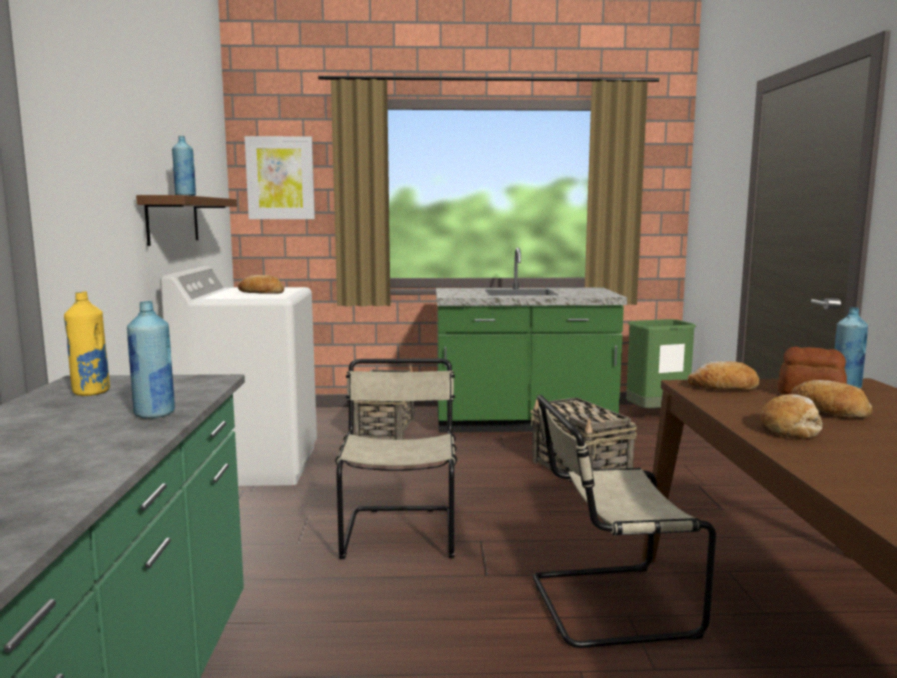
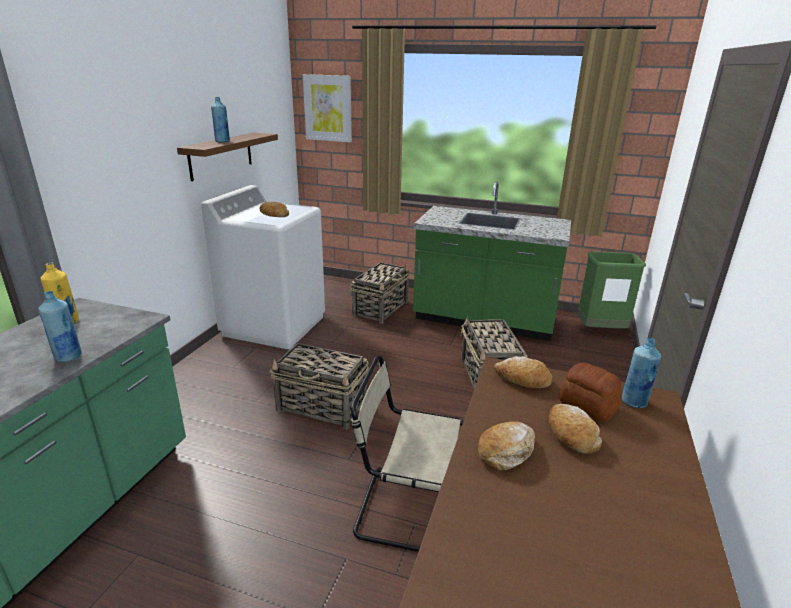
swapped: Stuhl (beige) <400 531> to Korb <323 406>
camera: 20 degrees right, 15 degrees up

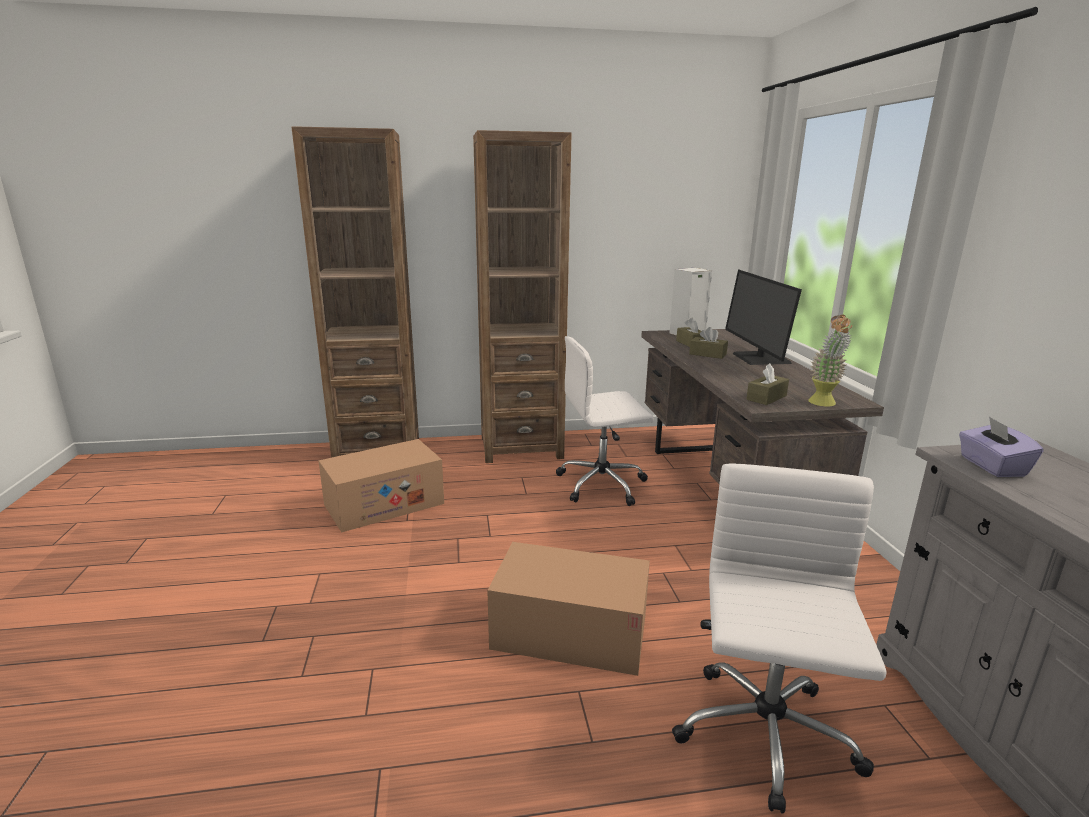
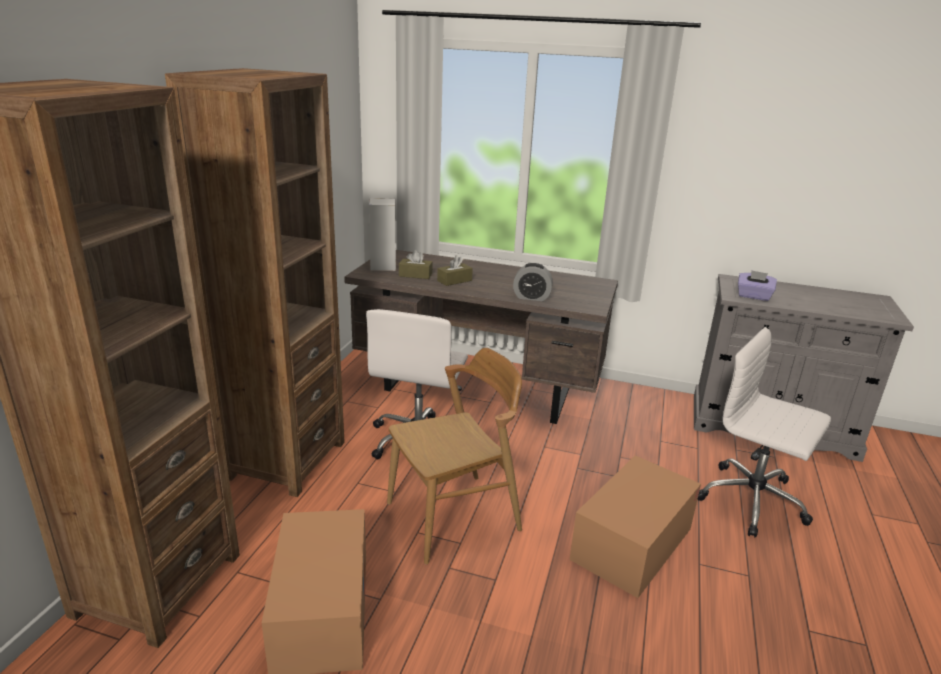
gone: Monitor <759 358>; Topfpflanze <823 404>; Taschentuchbox (braun) <766 398>
new: Wecker <531 297>; Stuhl (braun) <454 517>
camera: 65 degrees left, 5 degrees up

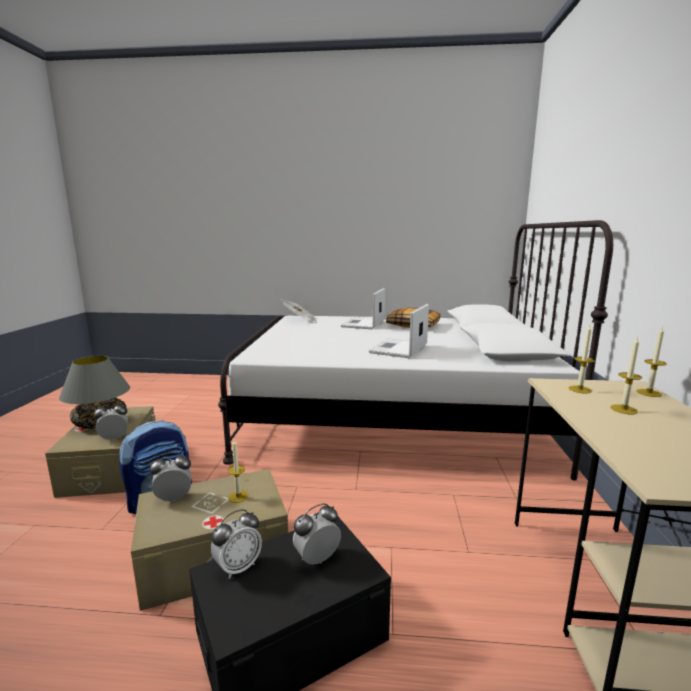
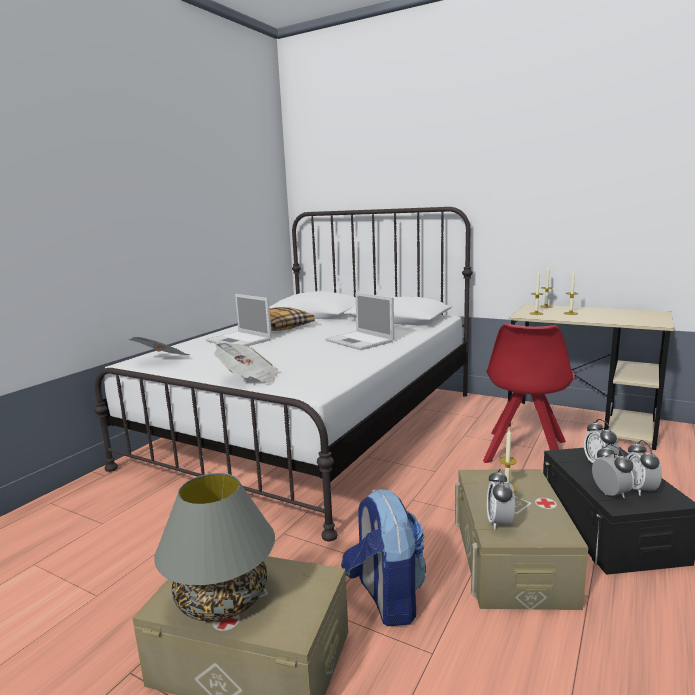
new: Stuhl (rot) <525 453>; Zeitung <249 378>
shifted: Wecker <114 438> to <640 489>
camera: 65 degrees left, 0 degrees up

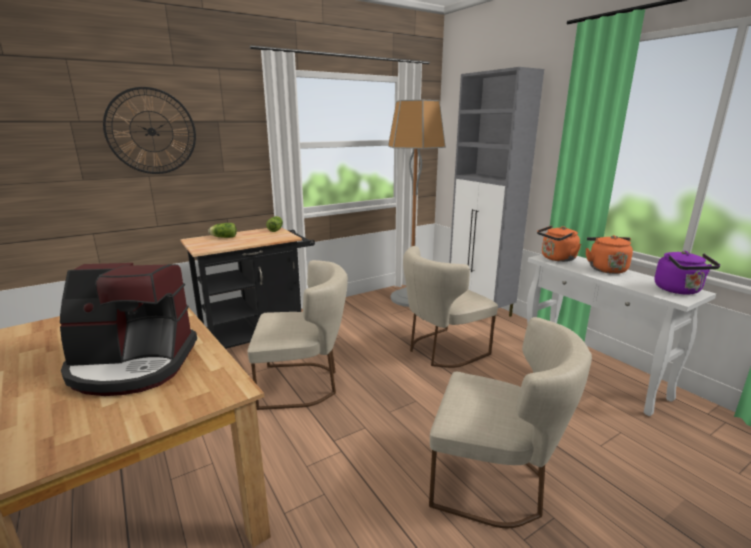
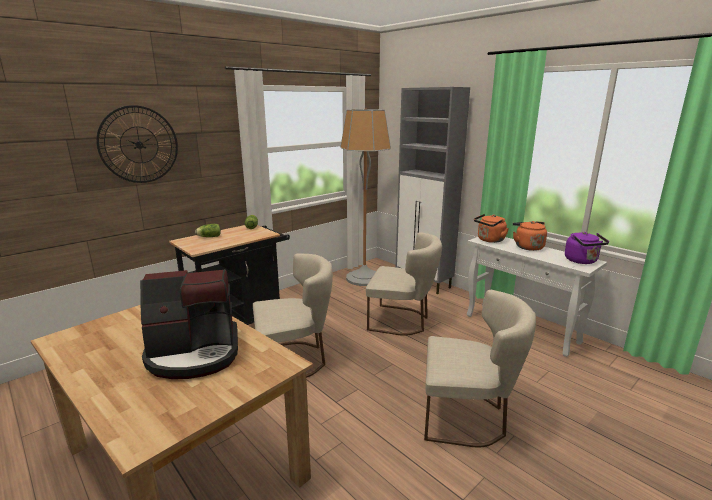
rotated: Stuhl (beige) <442 350> = <402 321> 120 degrees counterclockwise
camera: 10 degrees left, 0 degrees up

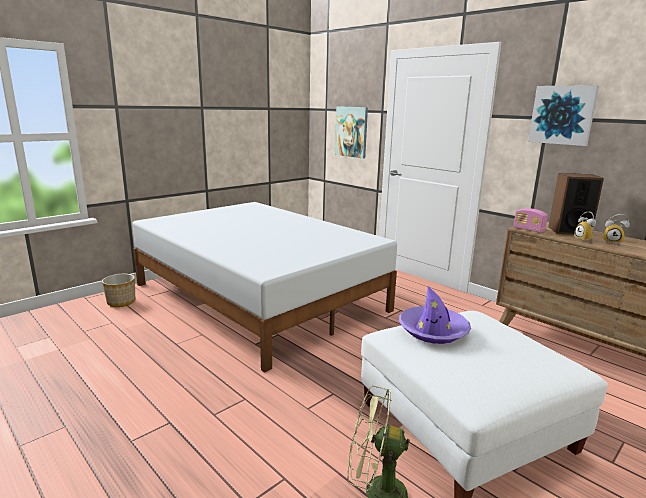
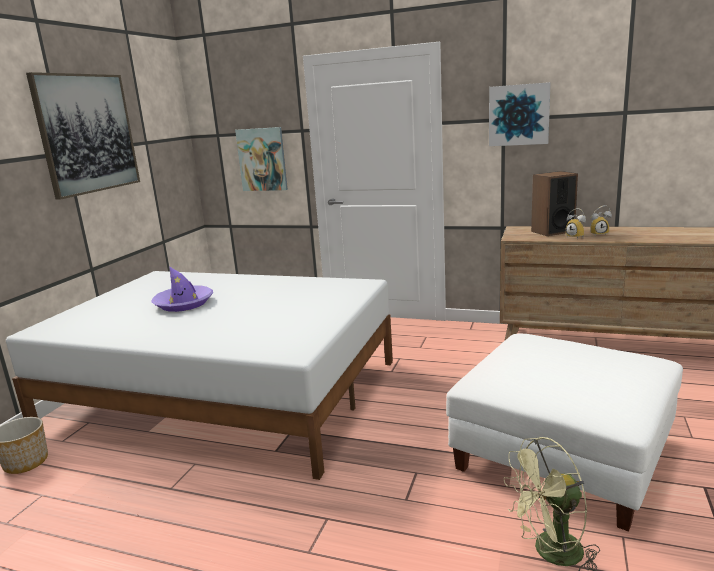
gone: Radio <528 230>
new: Bild <87 133>
shifted: Hut (lila) <433 331> to <184 303>
camera: 25 degrees left, 0 degrees up

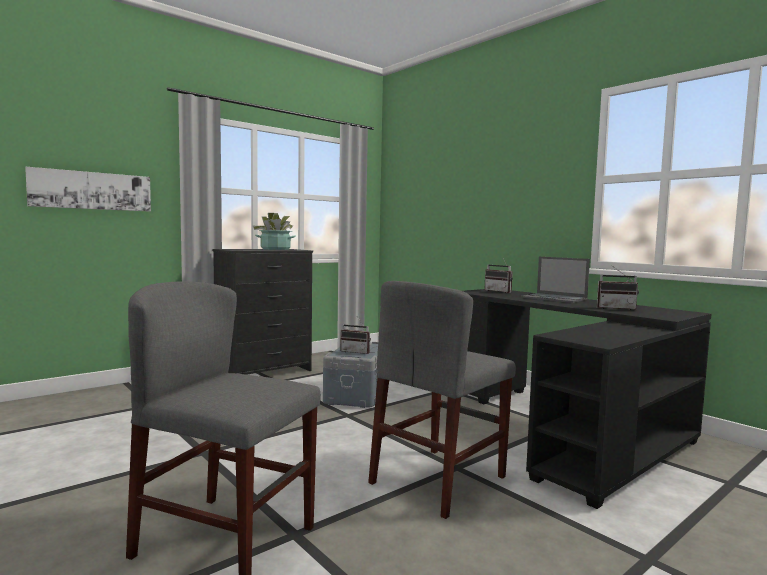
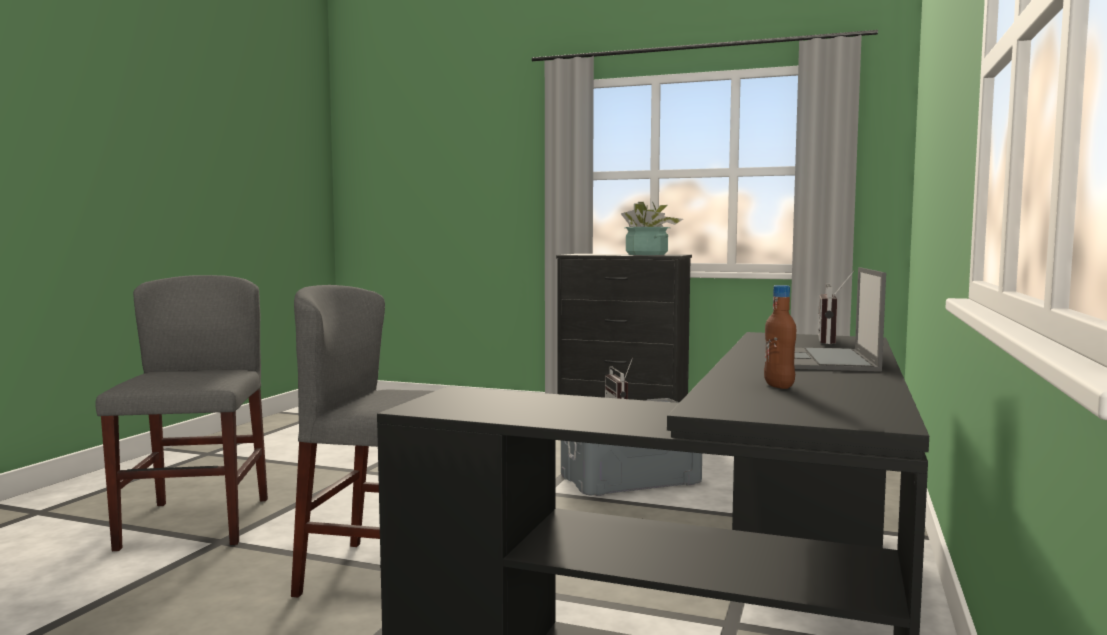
gone: Bild <91 190>
swapped: Radio <615 308> to Flasche (braun) <779 386>
camera: 60 degrees right, 0 degrees up

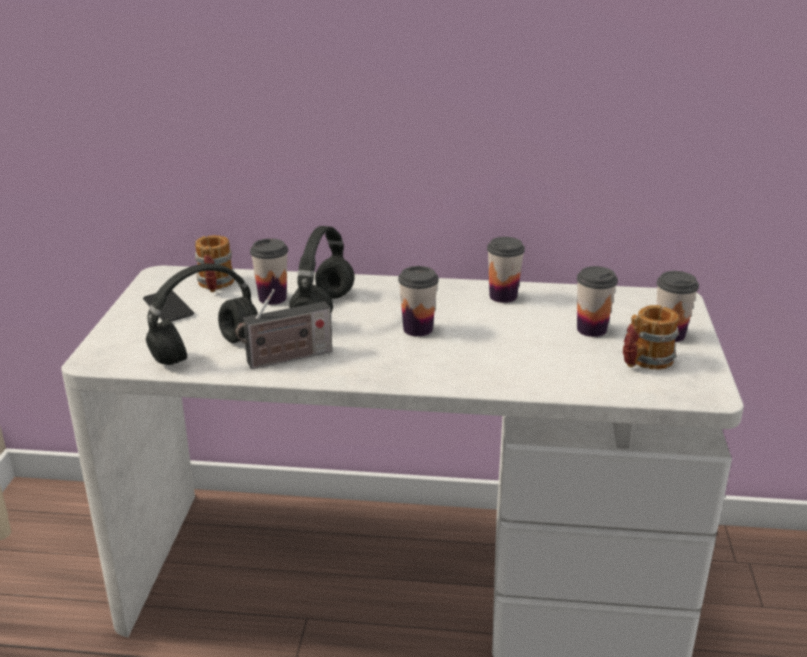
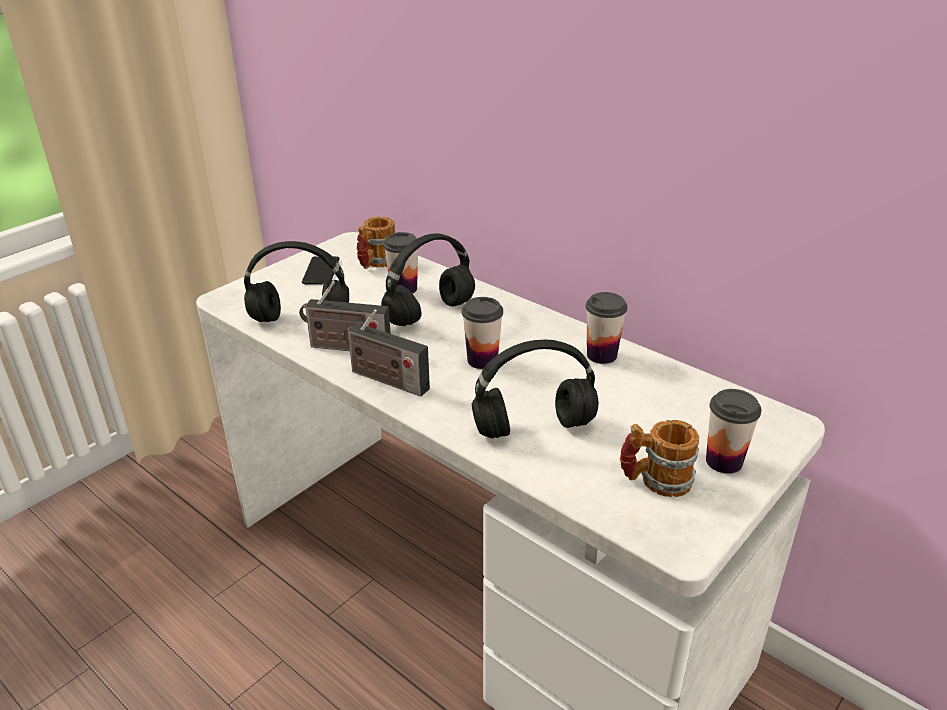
gone: Tasse <591 329>
new: Radio <385 379>; Kopfhörer (schwarz) <535 427>
camera: 35 degrees right, 5 degrees up

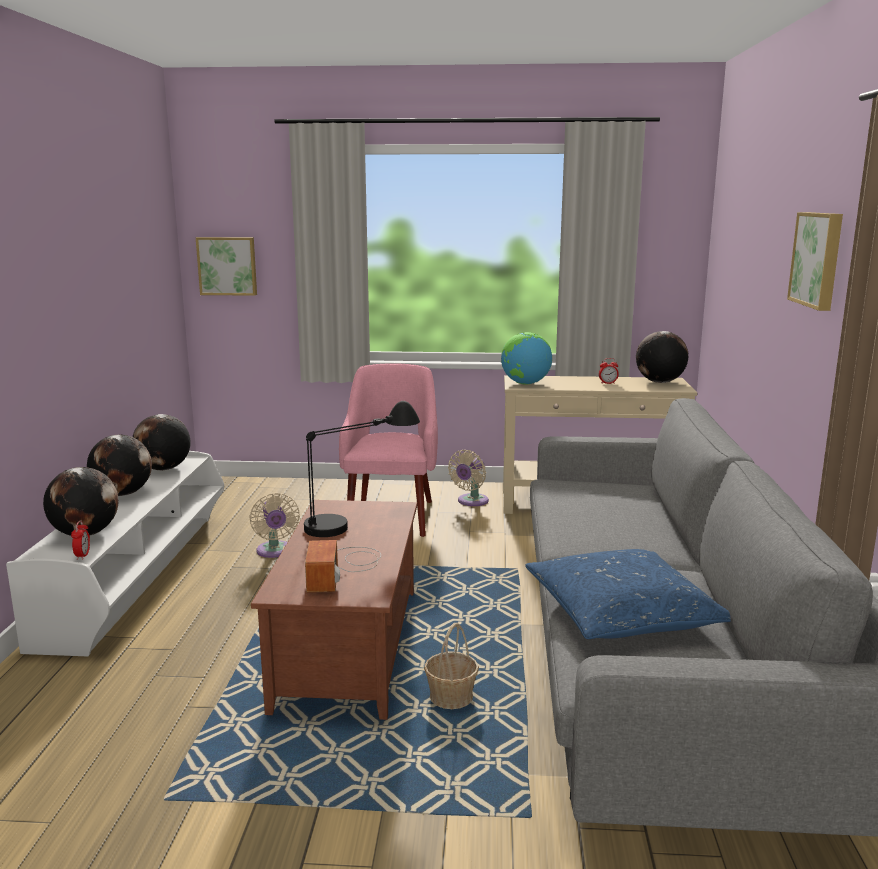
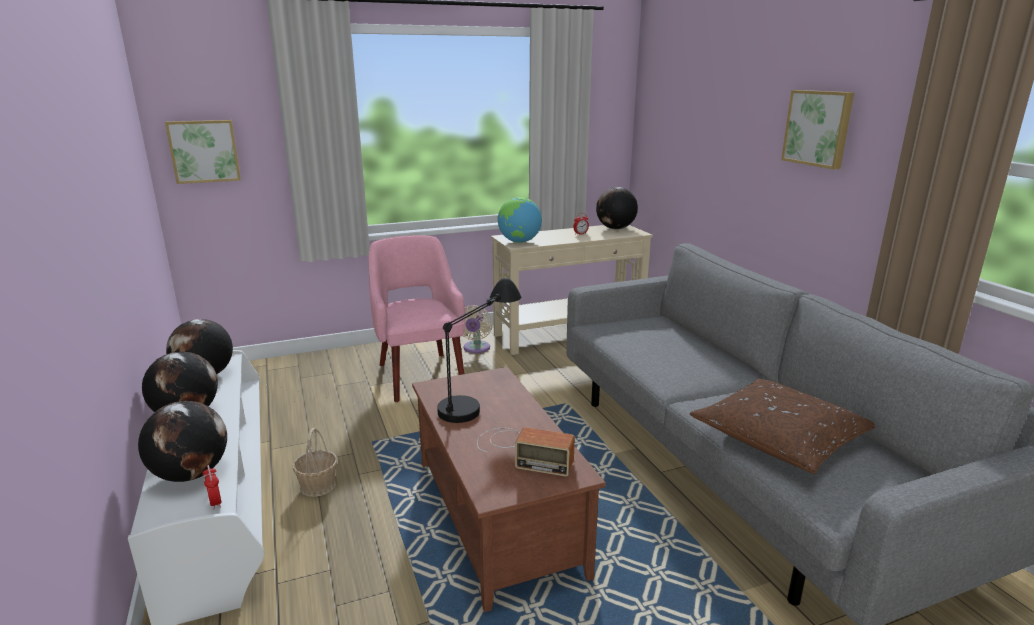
gone: Ventilator (beige) <275 552>
shifted: Korb <450 697> to <317 486>
repainted: Kissen (blau) <622 613> to Kissen (braun) <779 437>
rotated: Radio <344 568> = <522 450> 45 degrees counterclockwise
camera: 25 degrees left, 5 degrees up

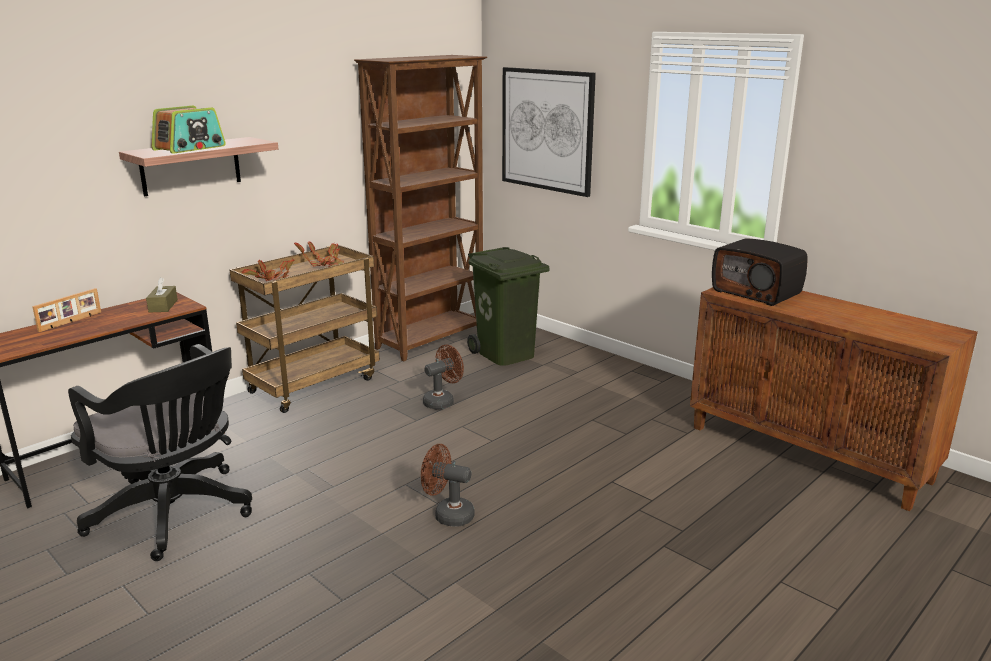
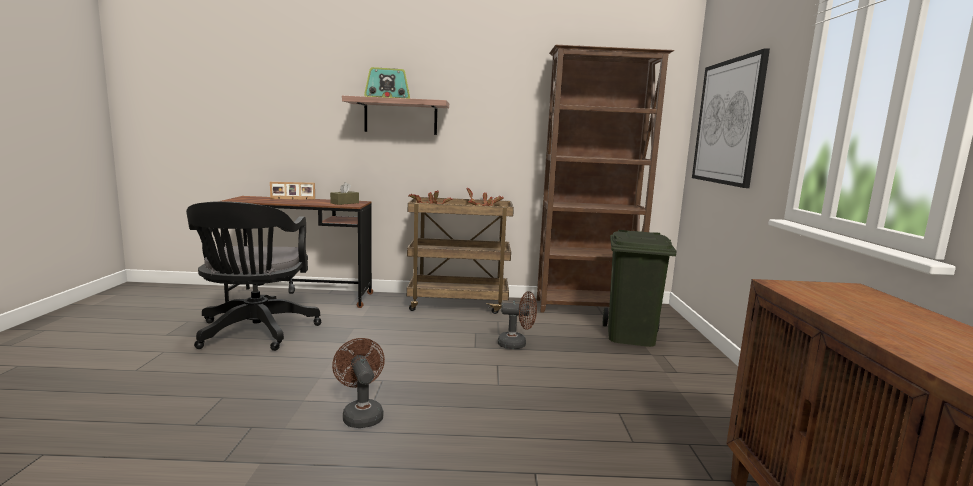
gone: Radio <757 292>
camera: 45 degrees right, 10 degrees down

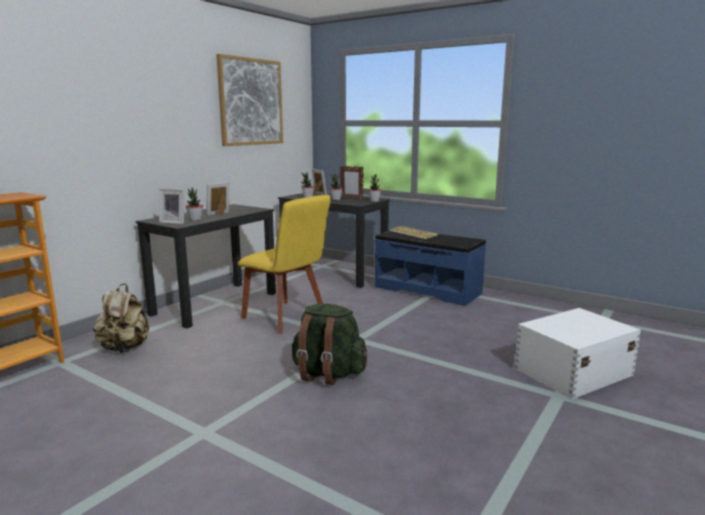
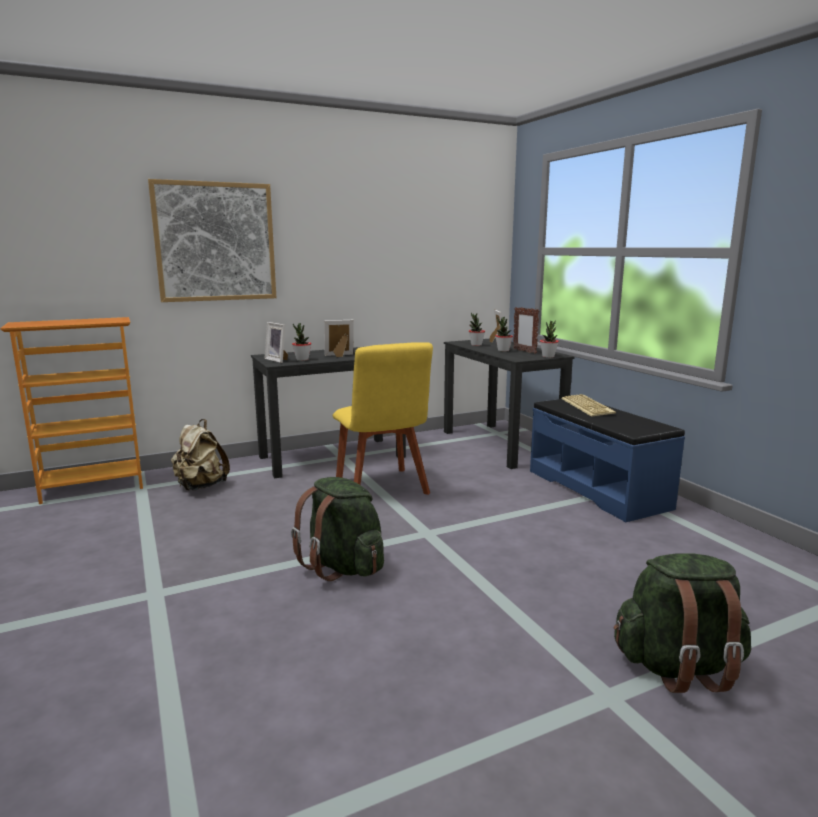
shifted: Bild <251 102> to <215 242>
swapped: Aufbewahrungsbox (weiß) <571 372> to Rucksack (grün) <678 667>
camera: 30 degrees right, 0 degrees up

